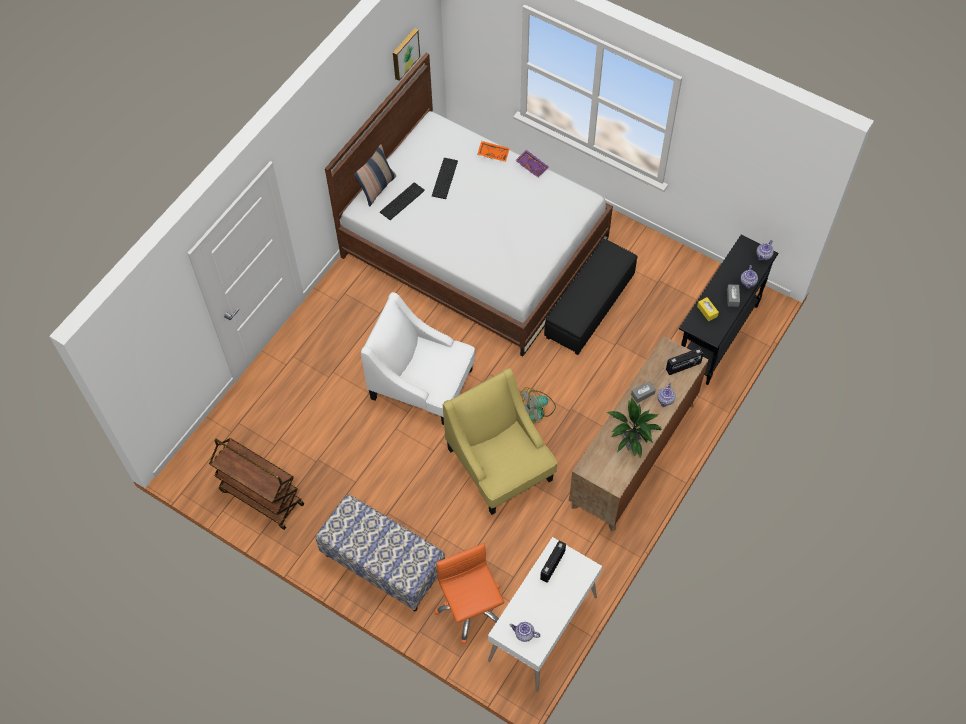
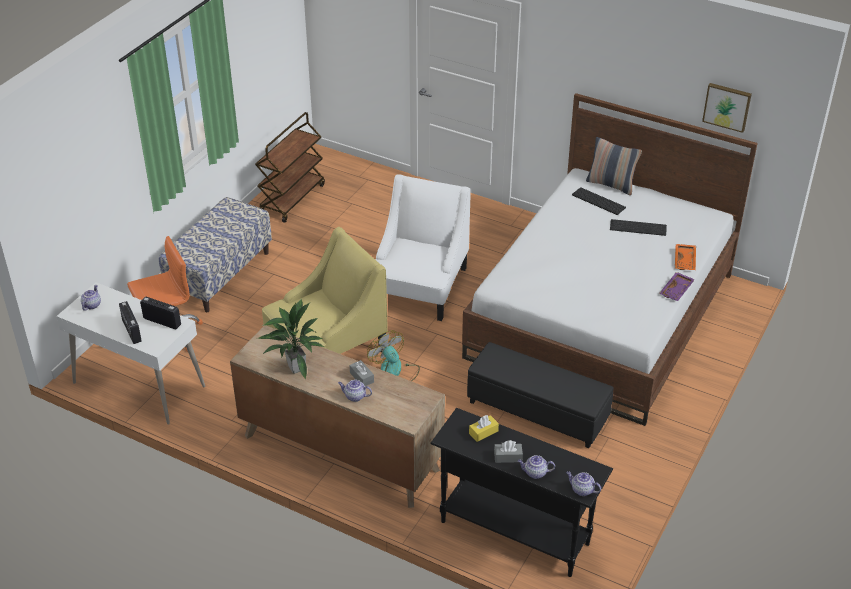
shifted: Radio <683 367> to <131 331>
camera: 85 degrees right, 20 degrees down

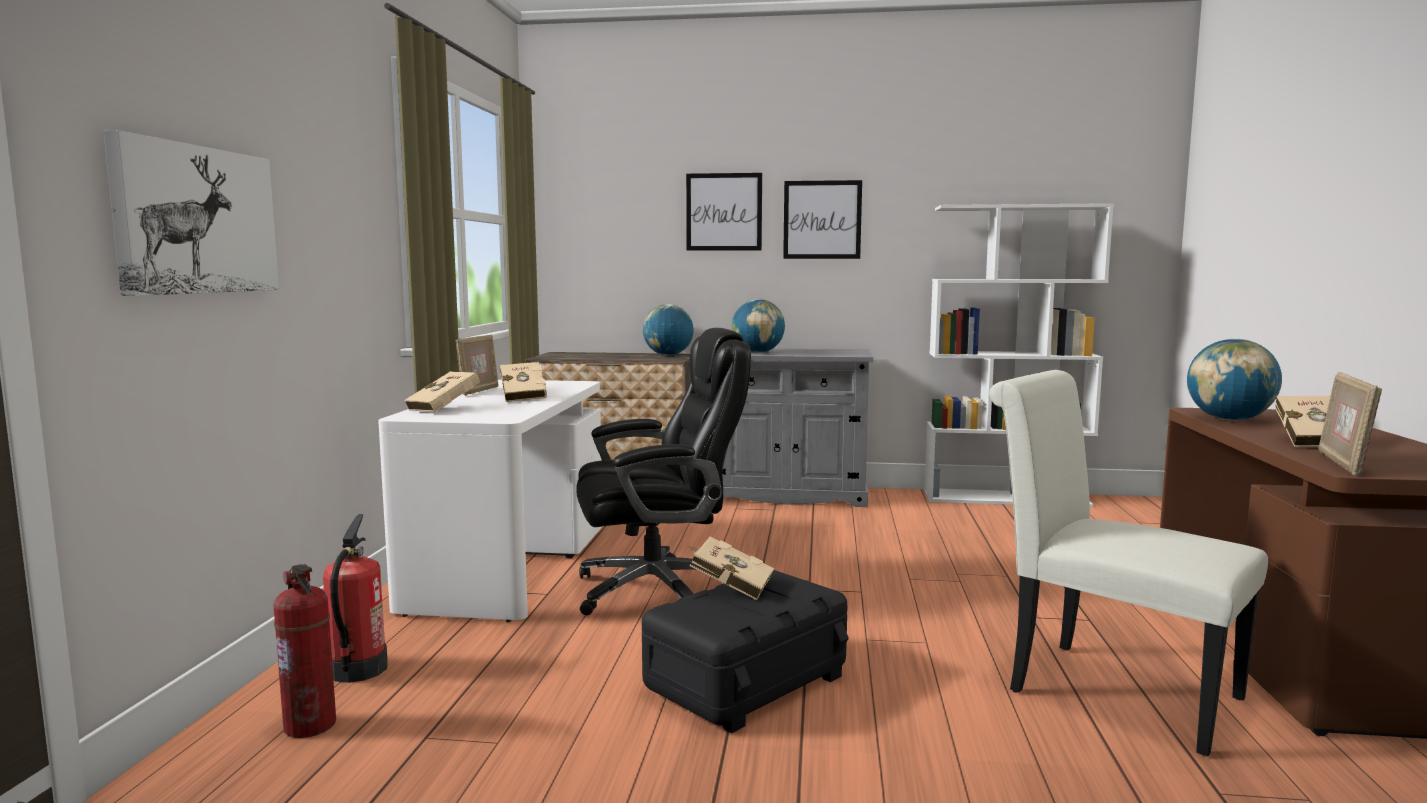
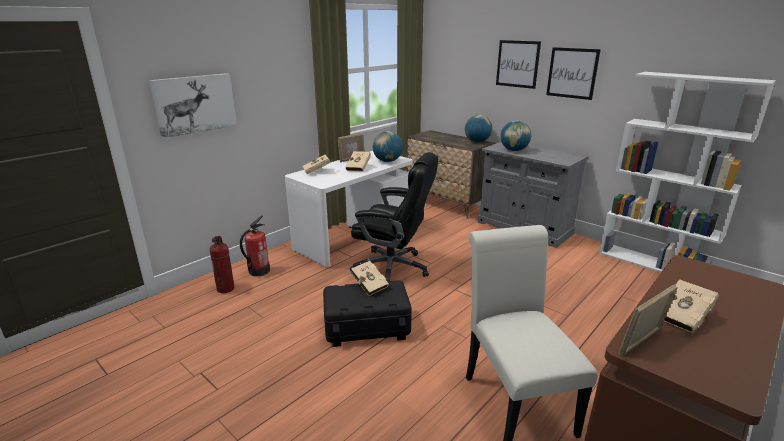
shifted: Globus <1229 419> to <387 161>
camera: 35 degrees right, 15 degrees up

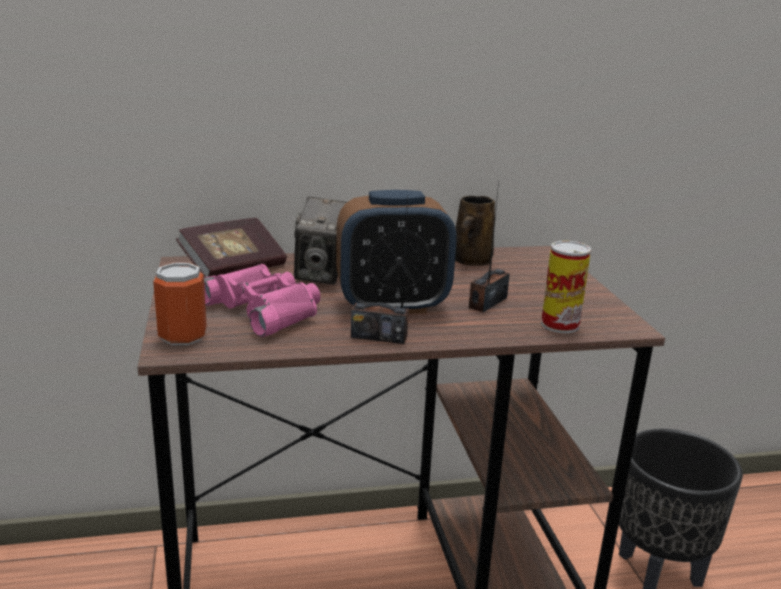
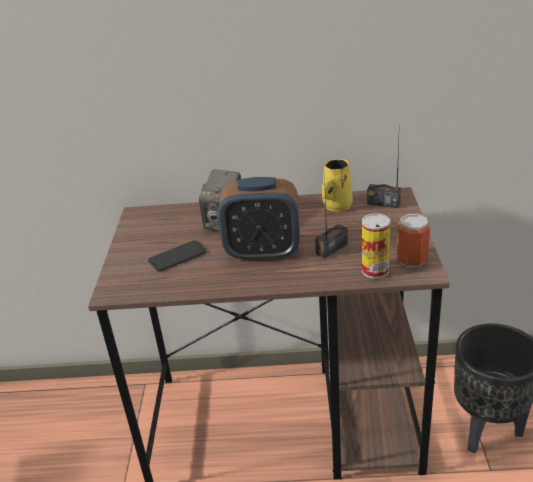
gone: Buch <233 268>
shifted: Radio <379 336> to <383 203>; Dose <182 336> to <412 260>
swapped: Fernglas (rosa) <265 309> to Handy <177 256>
repainted: Henkelbecher (braun) <470 261> to Henkelbecher (gelb) <336 206>
camera: 15 degrees right, 10 degrees up

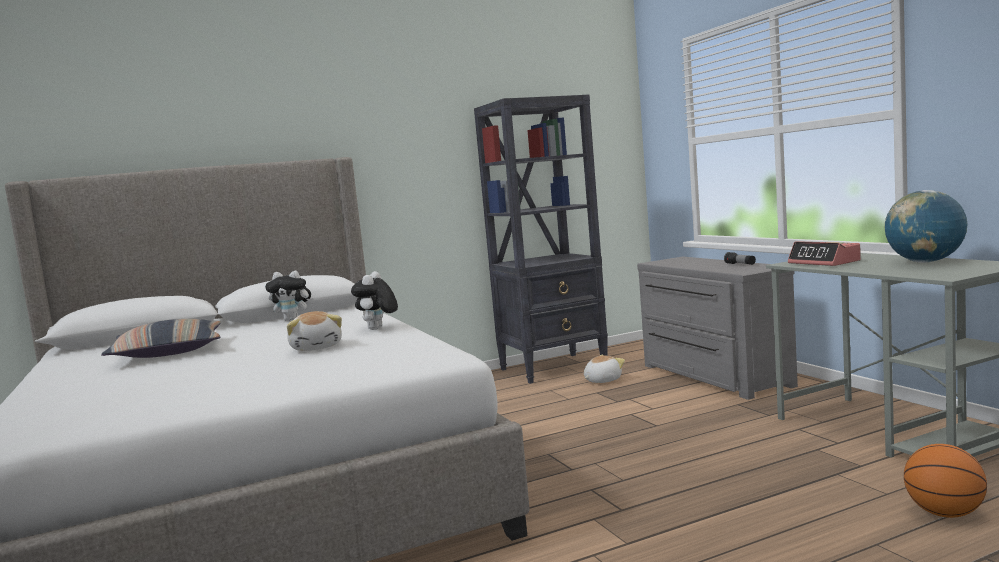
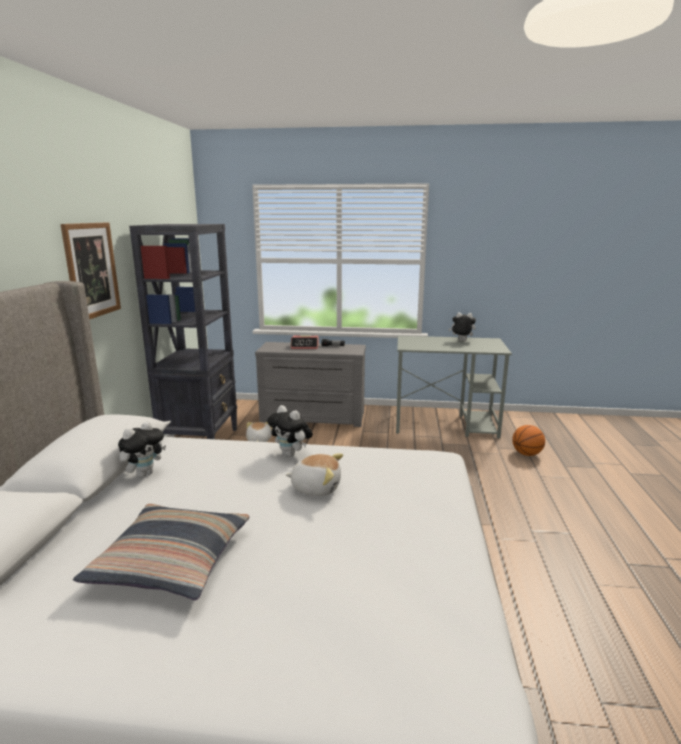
new: Bild <92 270>
shifted: Wecker <824 262> to <305 346>
swapped: Globus <925 262> to Plüschtier <461 341>
camera: 60 degrees left, 10 degrees up

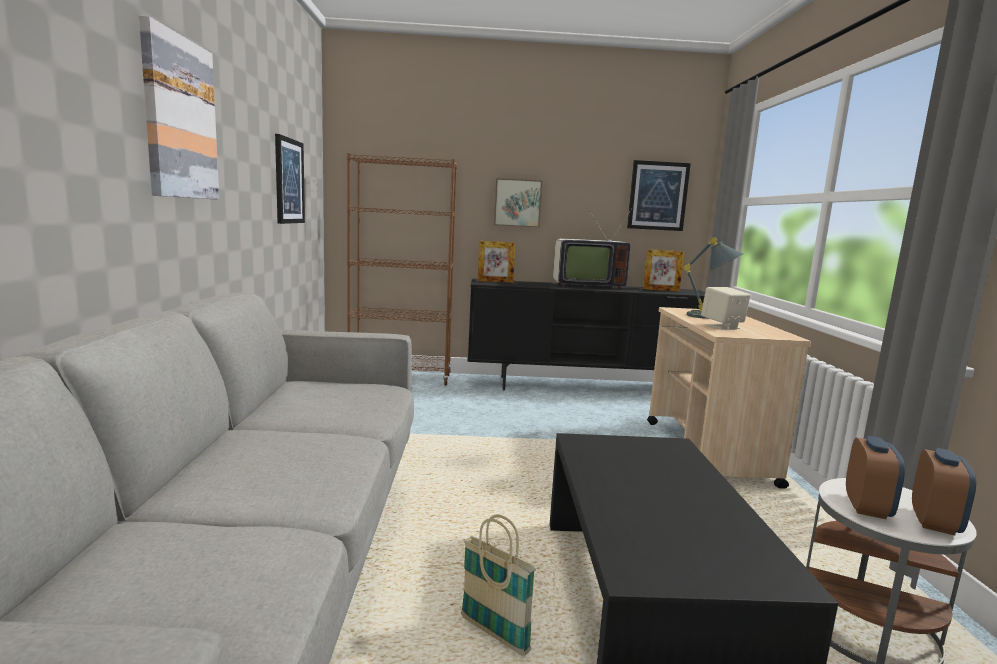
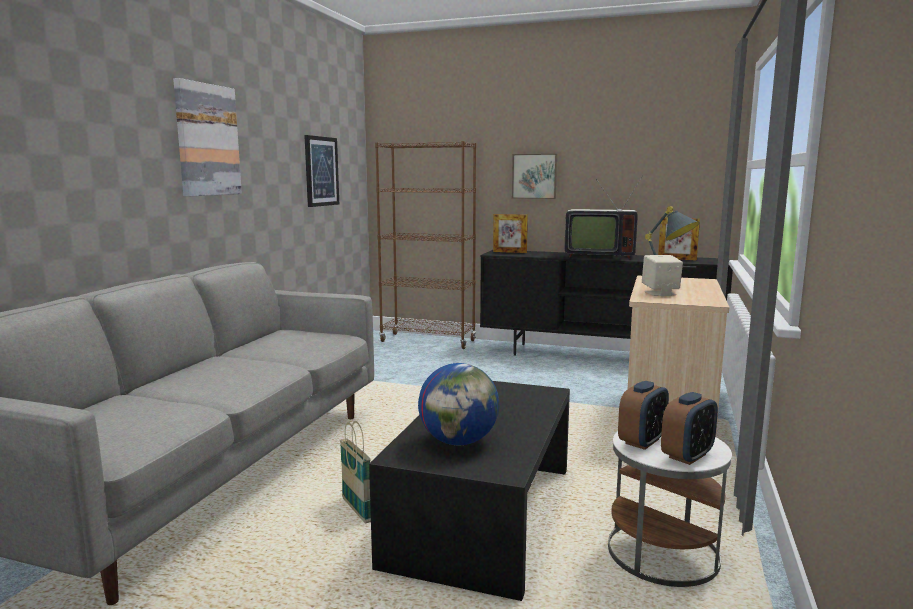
gone: Bild <657 196>
new: Globus <459 441>
camera: 20 degrees right, 0 degrees up

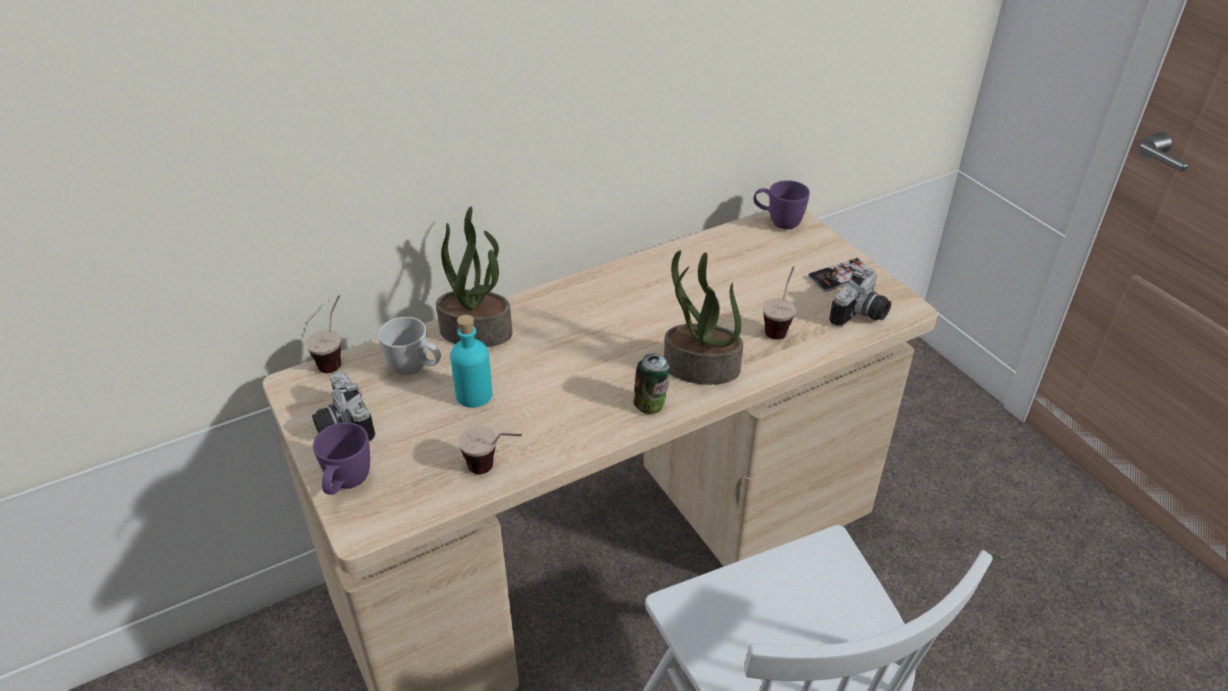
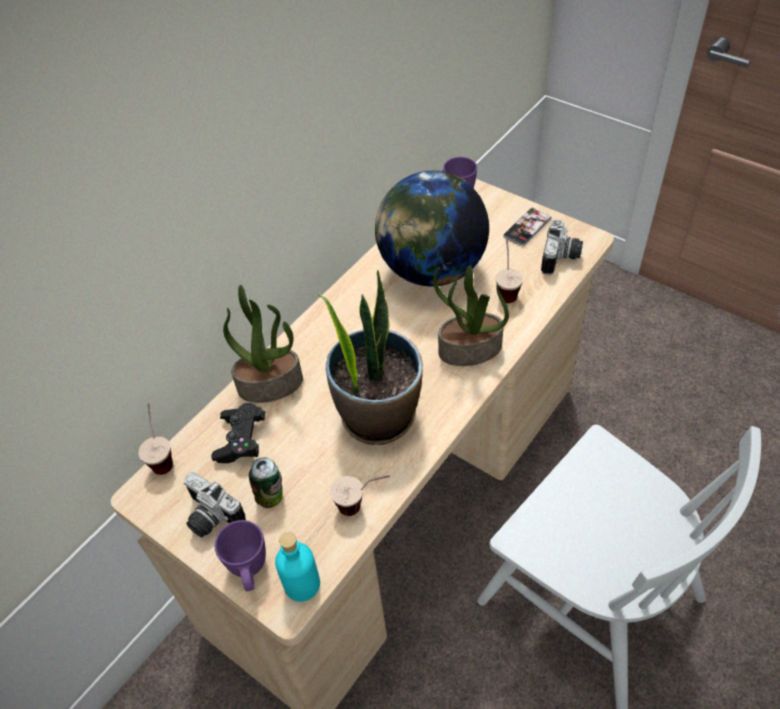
new: Globus <432 270>; Topfpflanze <378 415>
shifted: Flasche (türkis) <474 395> to <302 584>; Dose <651 405> to <271 496>
swapped: Henkelbecher (weiß) <416 370> to Gamepad (schwarz) <241 440>
camera: 20 degrees left, 10 degrees up

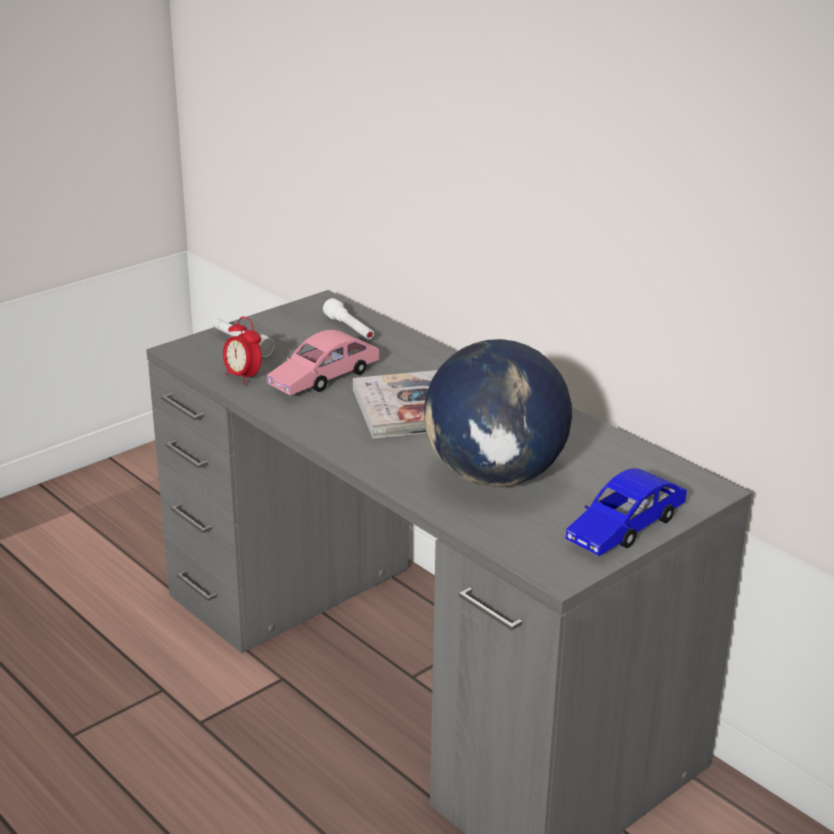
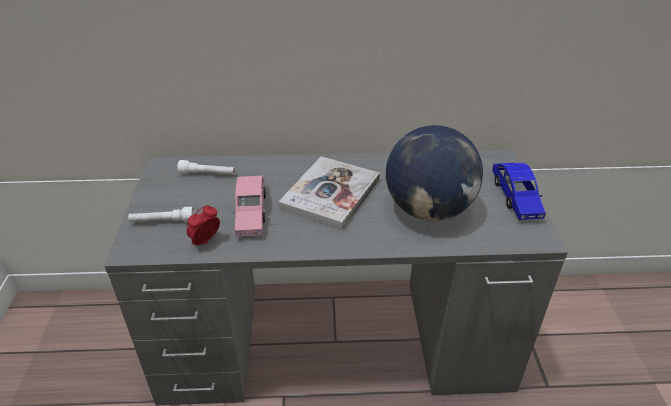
rotated: Wecker <243 377> = <205 242> 135 degrees clockwise
camera: 50 degrees left, 10 degrees up

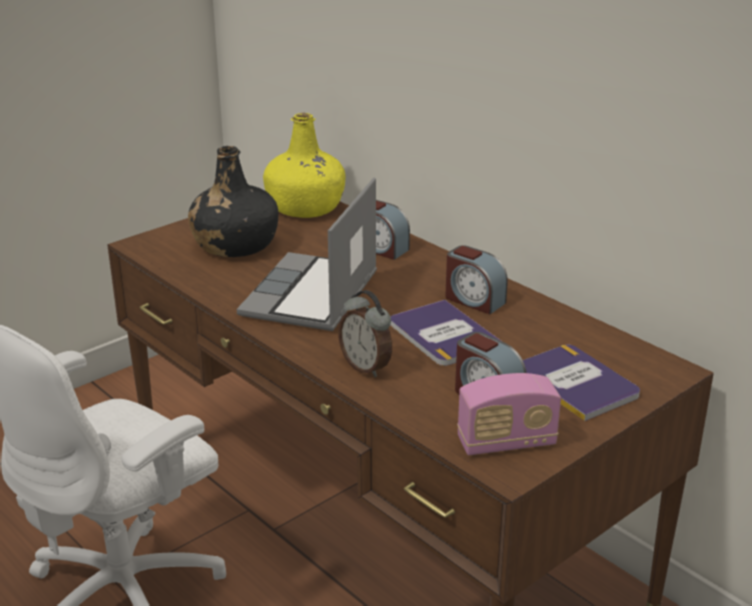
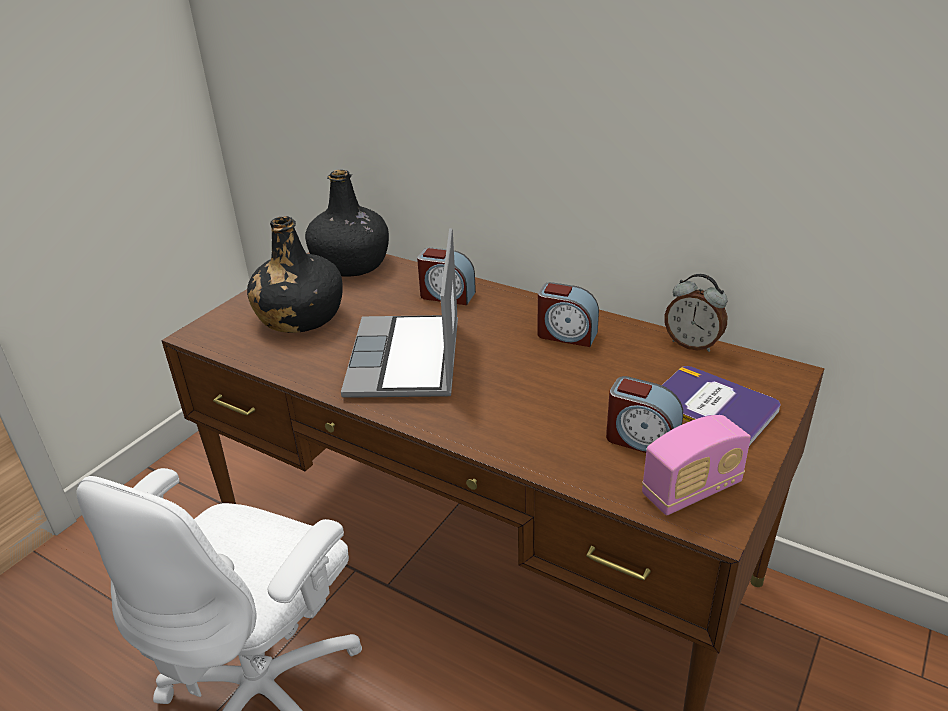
gone: Buch <443 334>
shifted: Wecker <366 367> to <692 344>
repainted: Flasche (gelb) <306 207> to Flasche (schwarz) <352 264>
camera: 15 degrees left, 5 degrees up

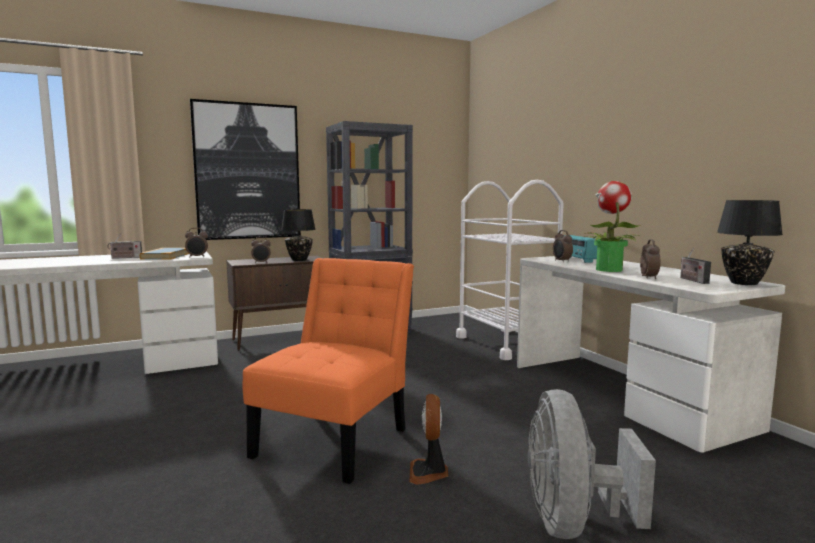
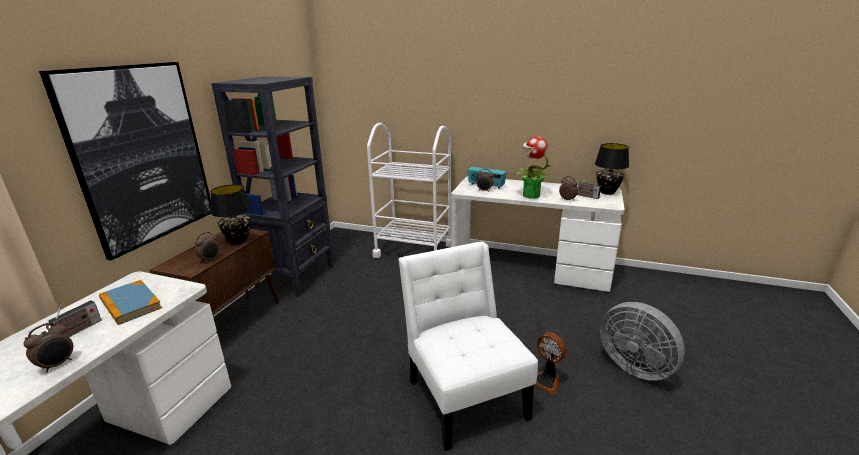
shifted: Wecker <197 257> to <58 364>
repainted: Stuhl (orange) <336 439> to Stuhl (weiß) <464 393>
camera: 45 degrees left, 15 degrees up

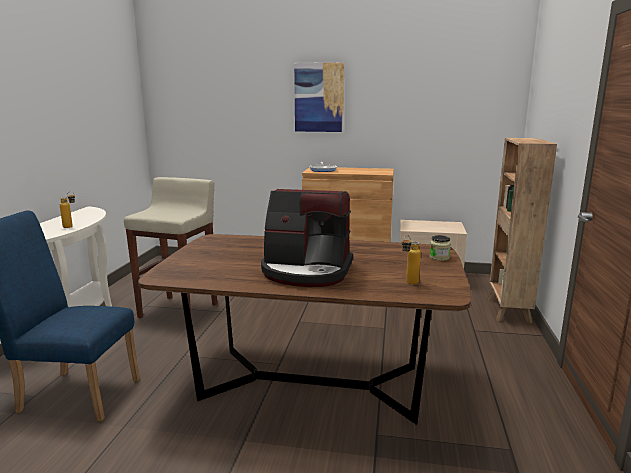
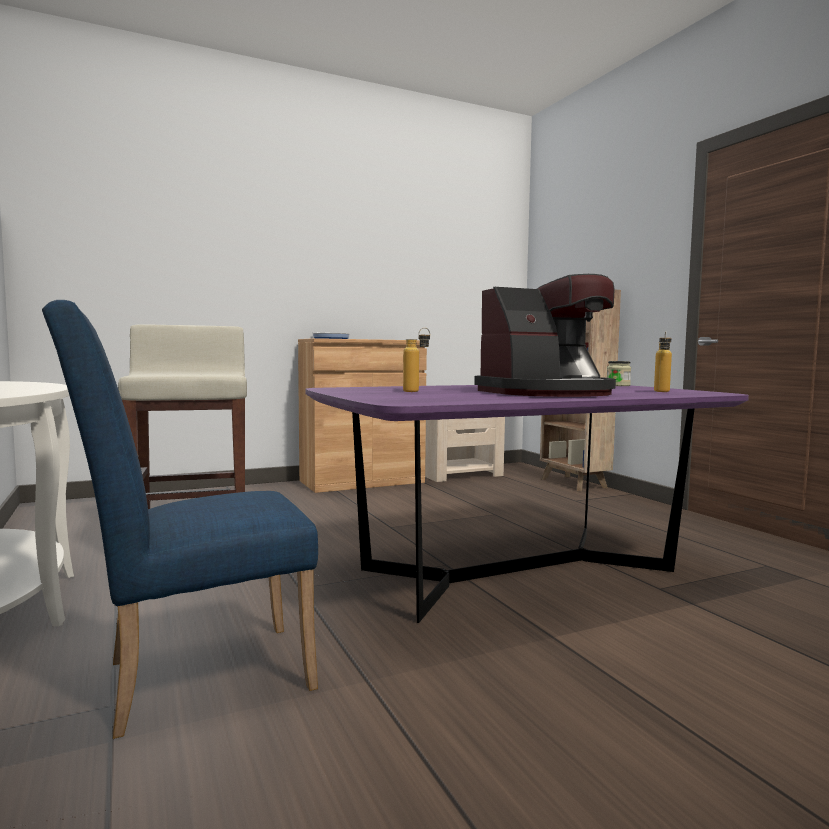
gone: Bild <319 97>
shifted: Flasche <71 227> to <416 391>
repainted: Esstisch (braun) <311 383> to Esstisch (lila) <517 570>
camera: 35 degrees left, 10 degrees down

